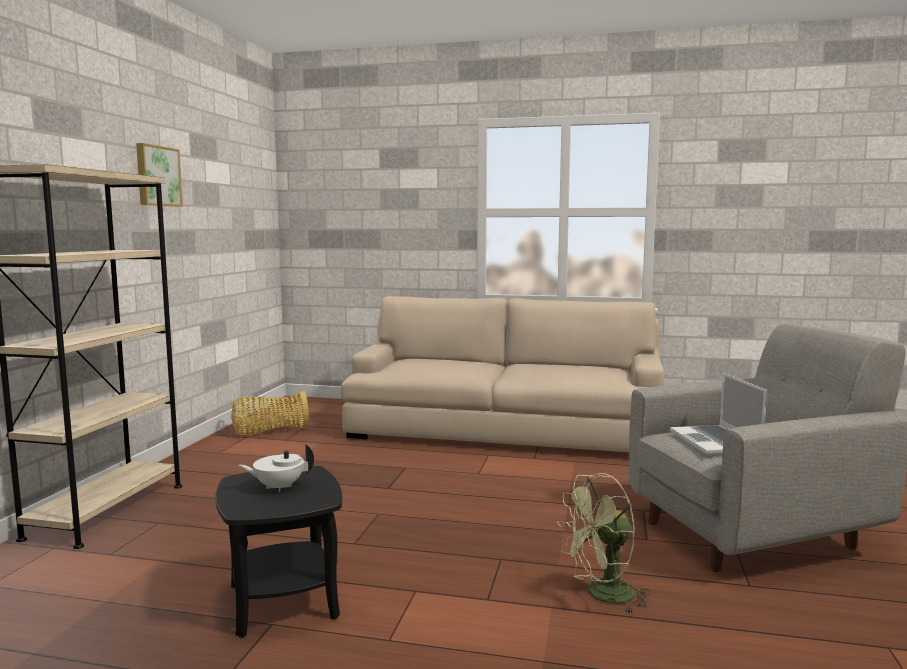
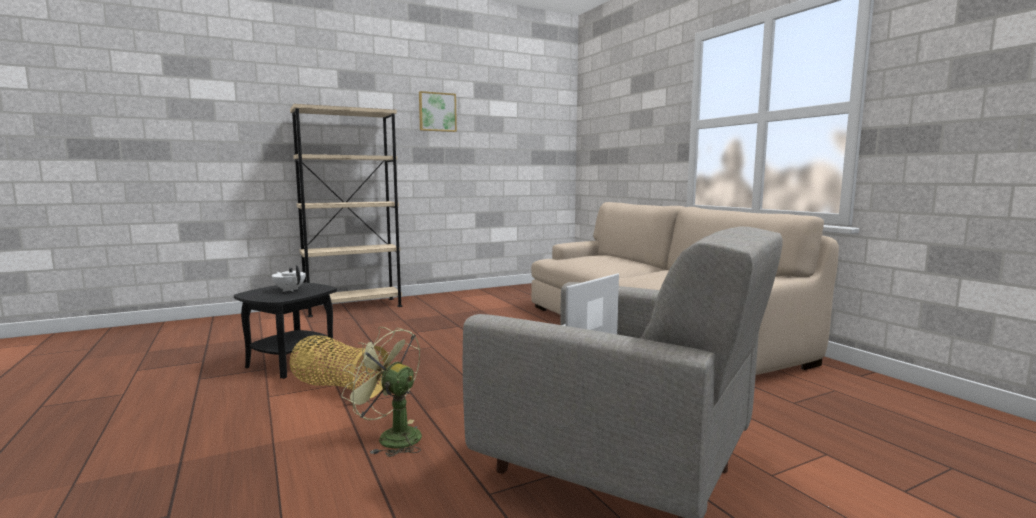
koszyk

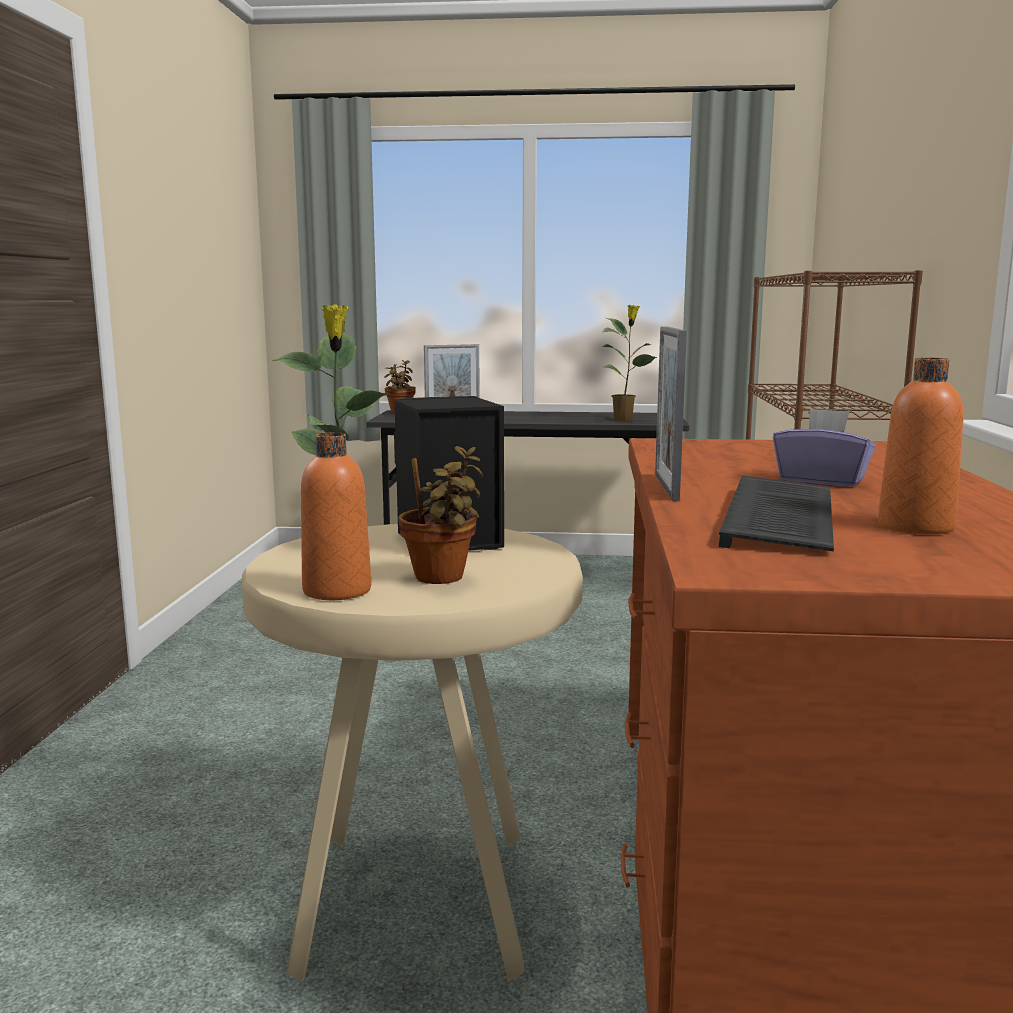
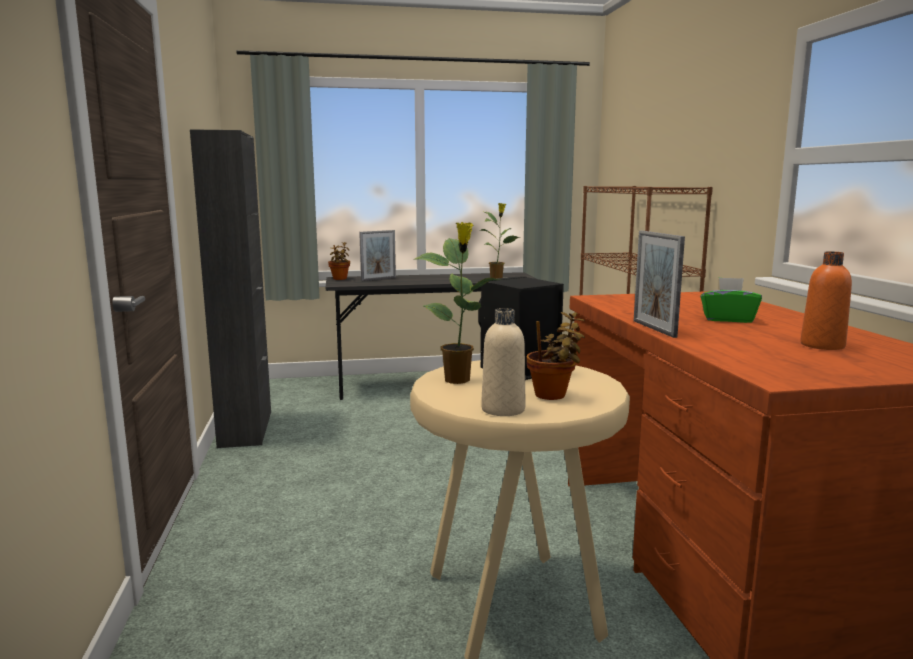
klawiatura
szafka/czarny
butelka/beżowy
pudełko chusteczek/zielony

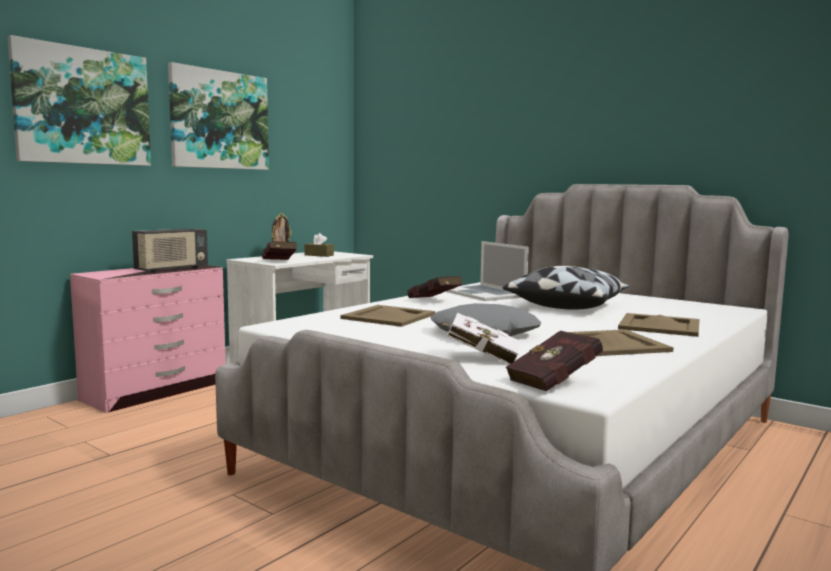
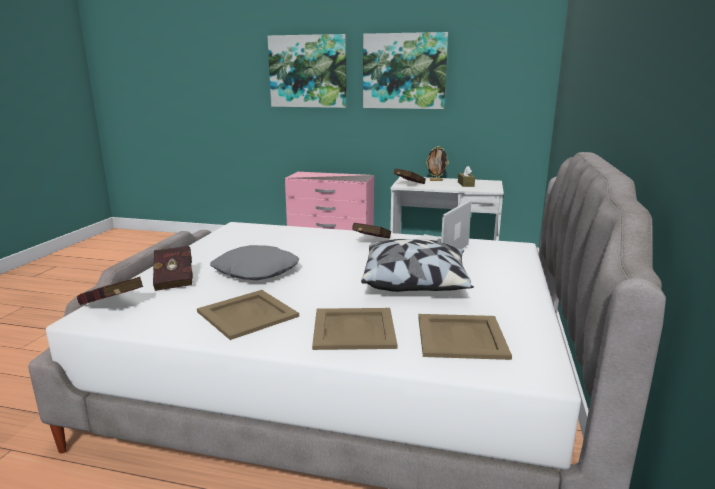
radio
taca/beżowy (3rd from left)
książka/czerwony (2nd from left)

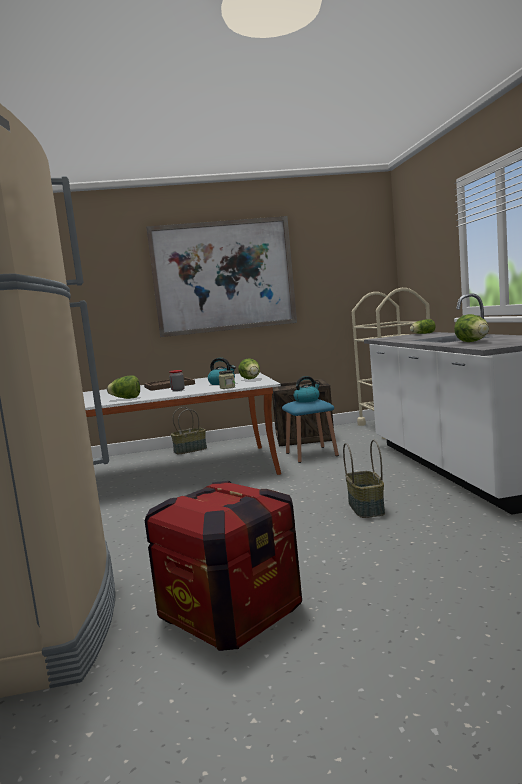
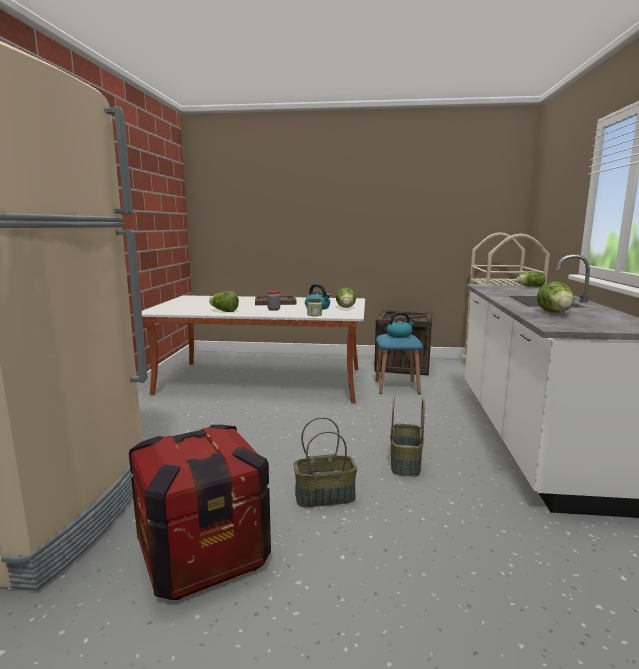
obraz
koszyk (1st from left)

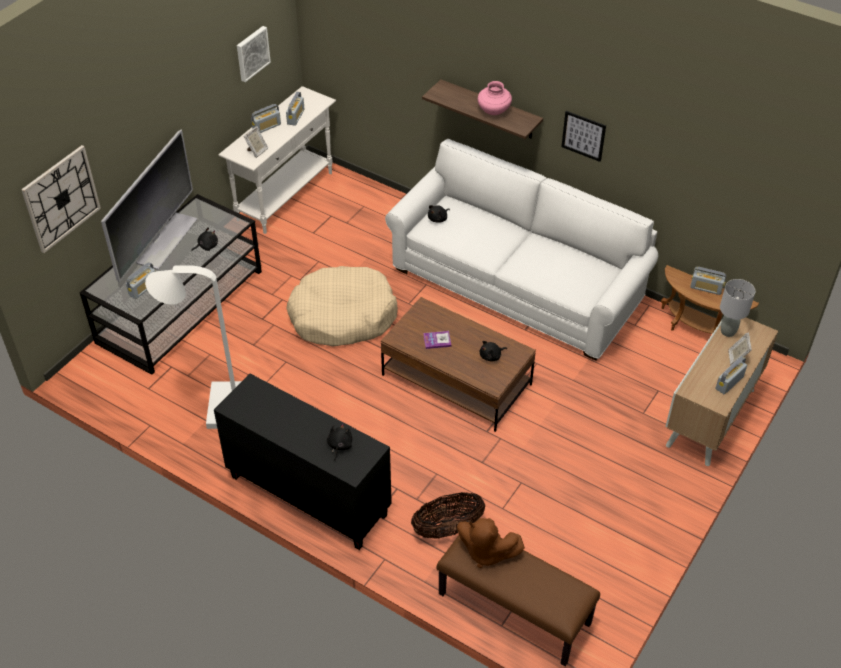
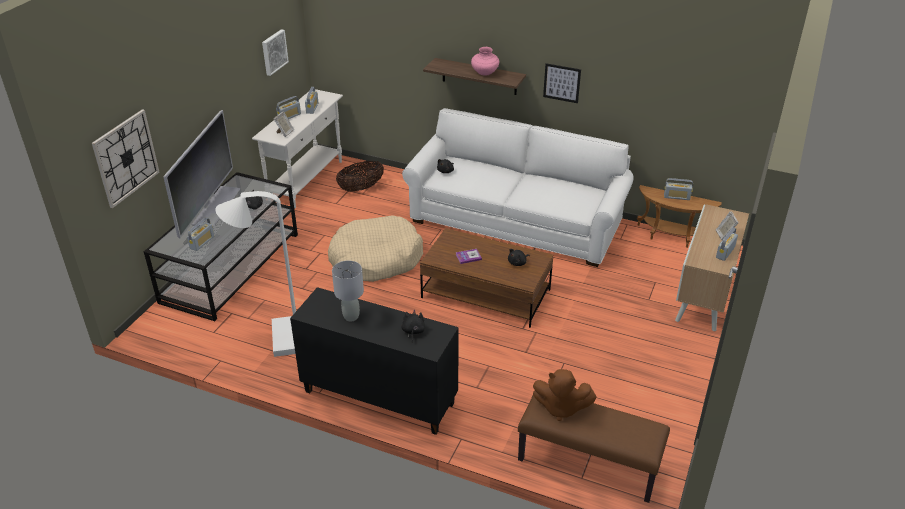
koszyk
lampa stołowa/szary

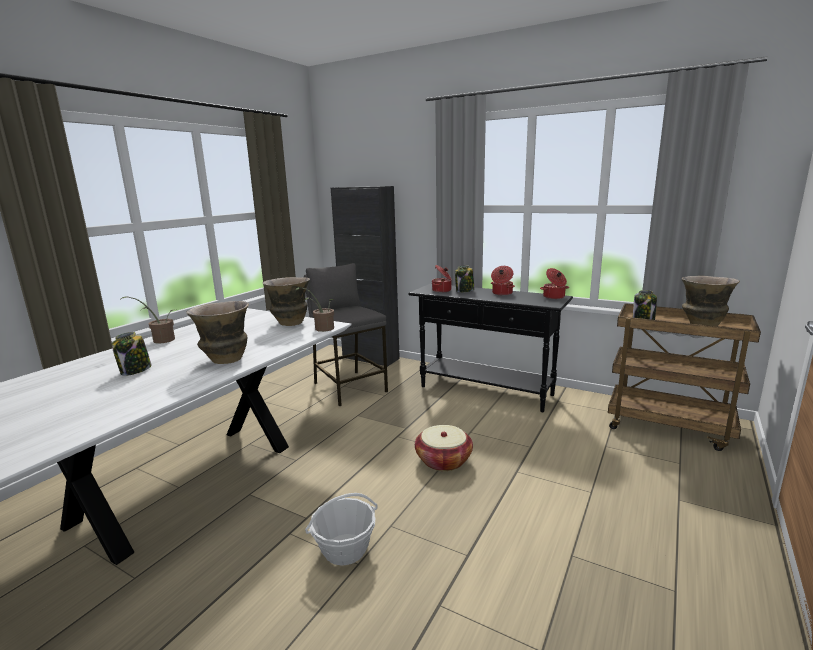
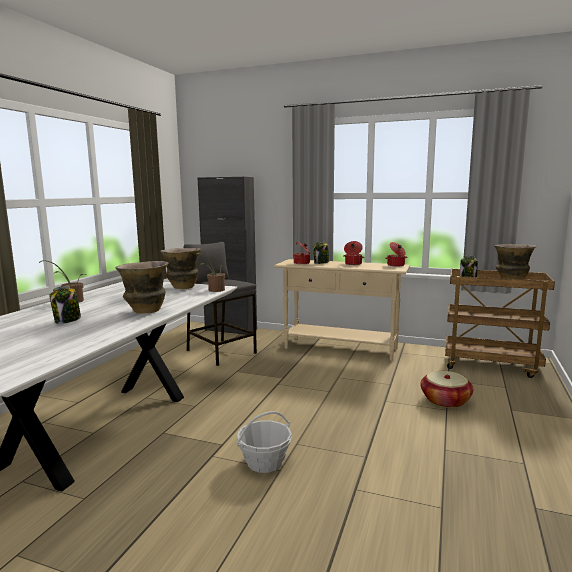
koszyk (2nd from left)
stolik konsolowy/beżowy

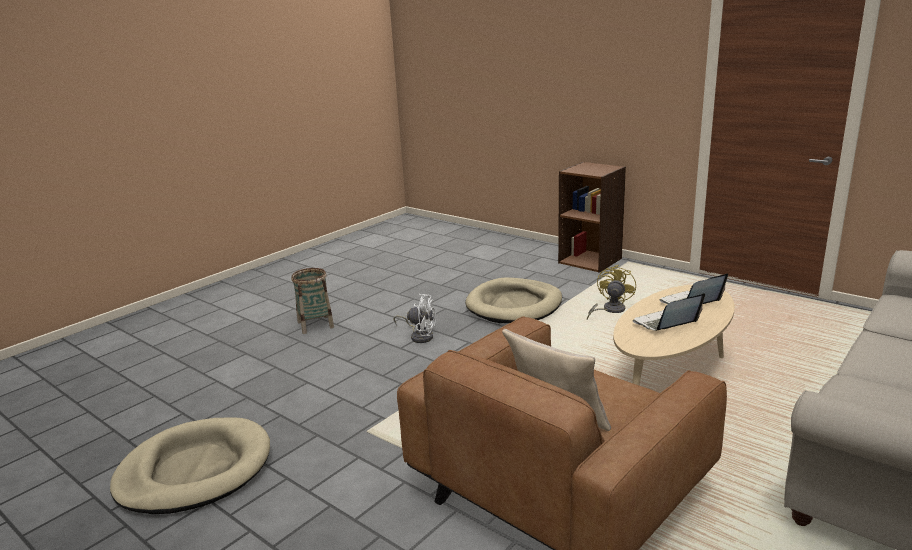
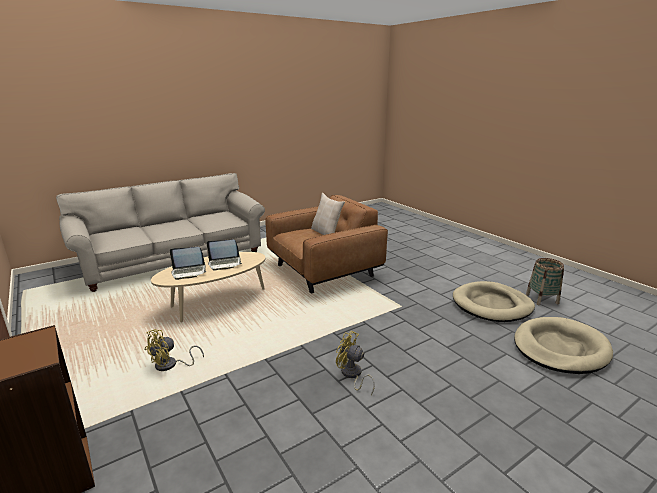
koszyk
legowisko/beżowy (2nd from left)
wentylator/żółty (2nd from left)

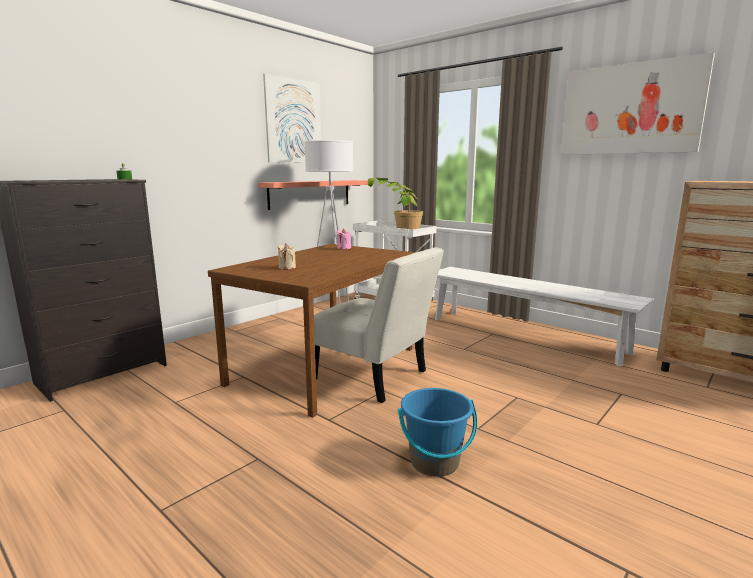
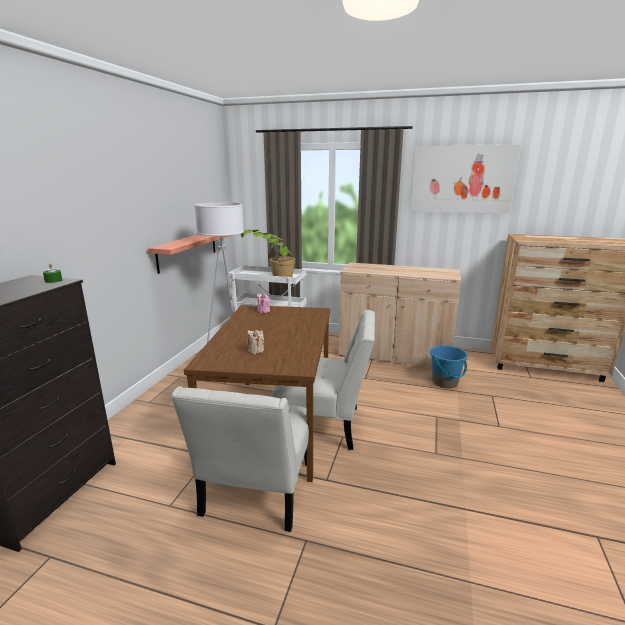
obraz (1st from left in the first image)
krzesło/biały (1st from left)
wiadro/niebieski
szafka/beżowy

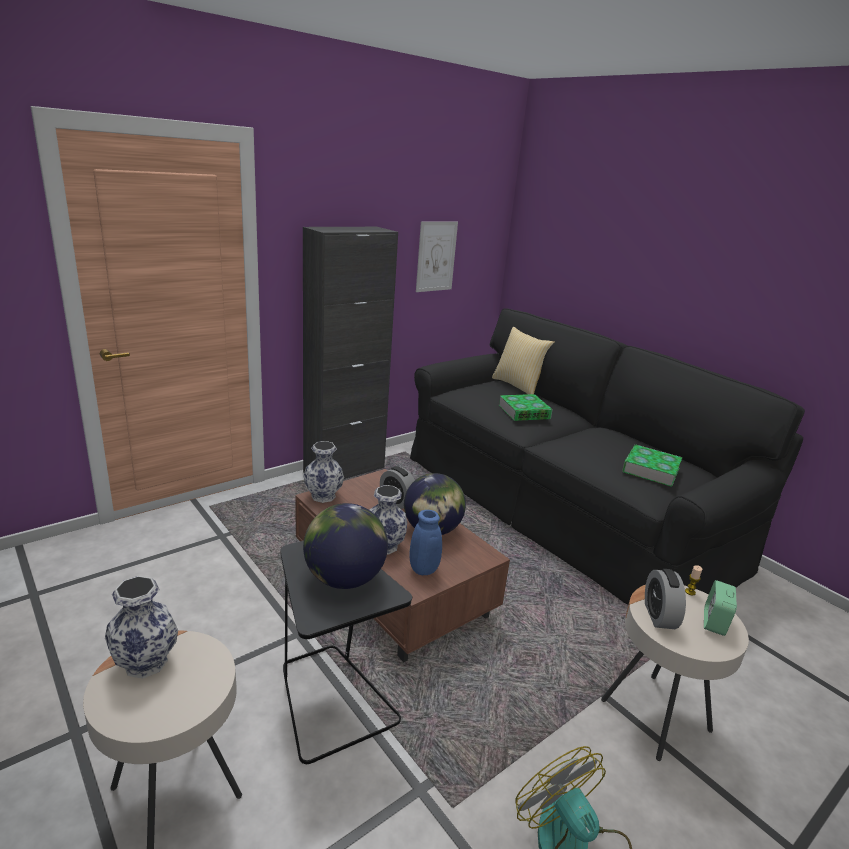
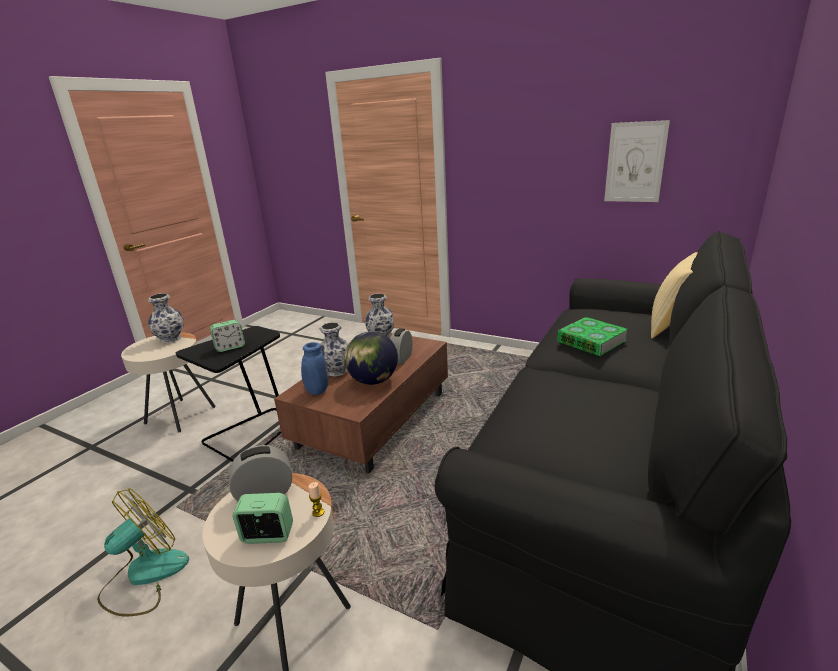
szafka/czarny
książka (2nd from left in the first image)
budzik (1st from left)

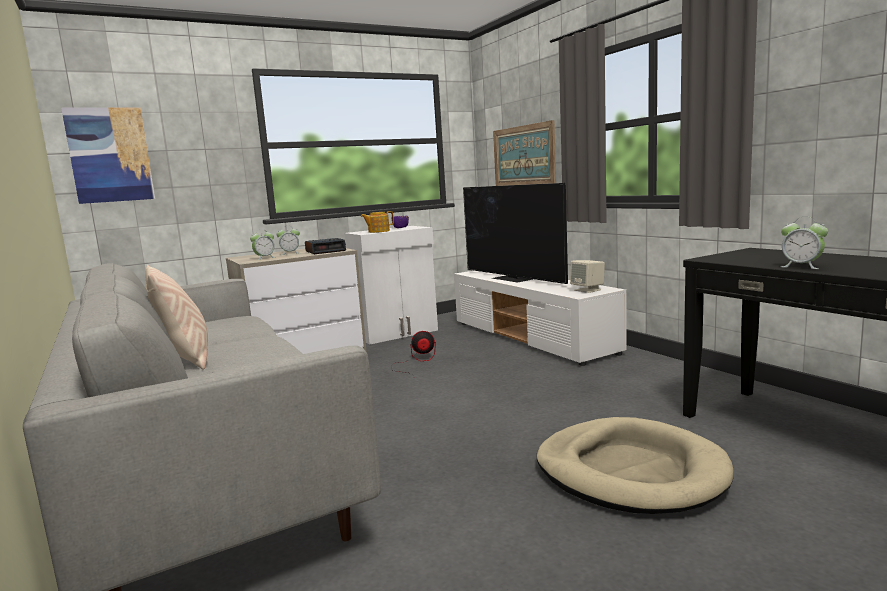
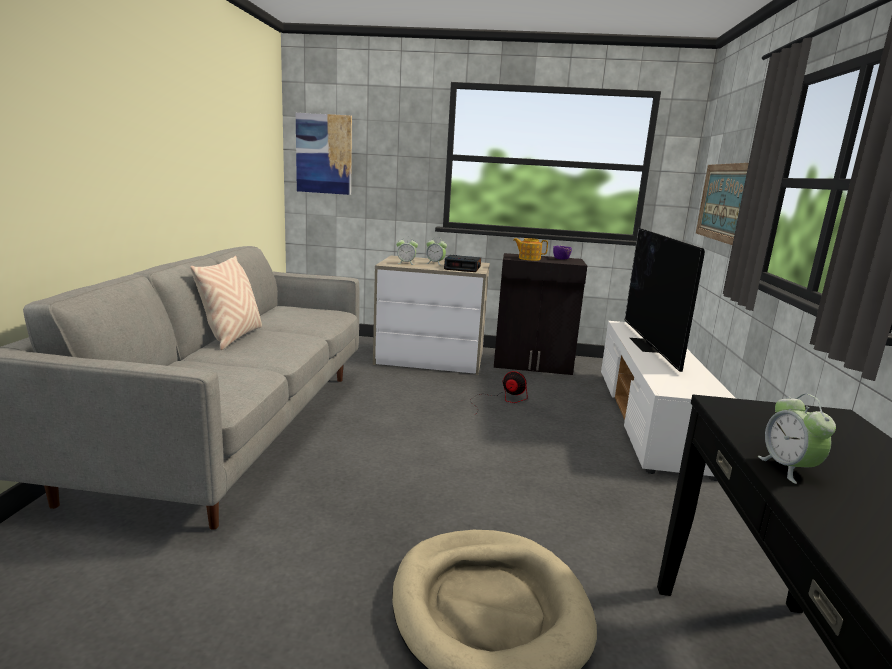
głośnik/beżowy
szafka/czarny

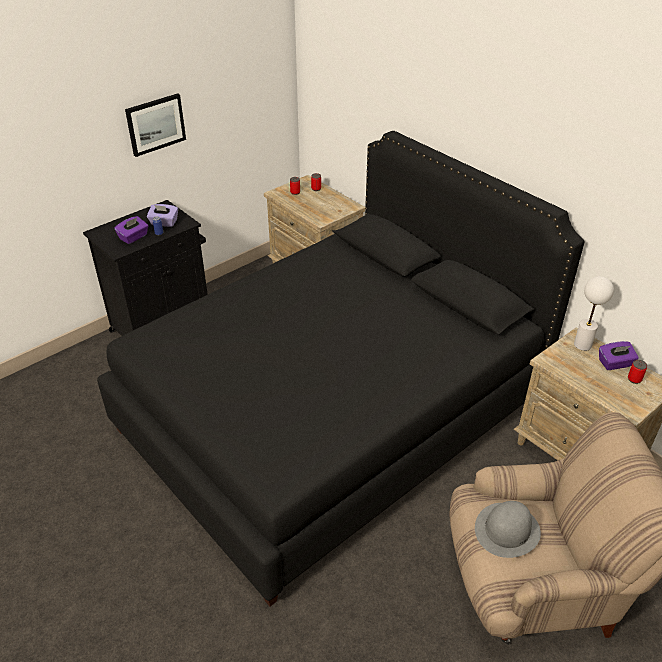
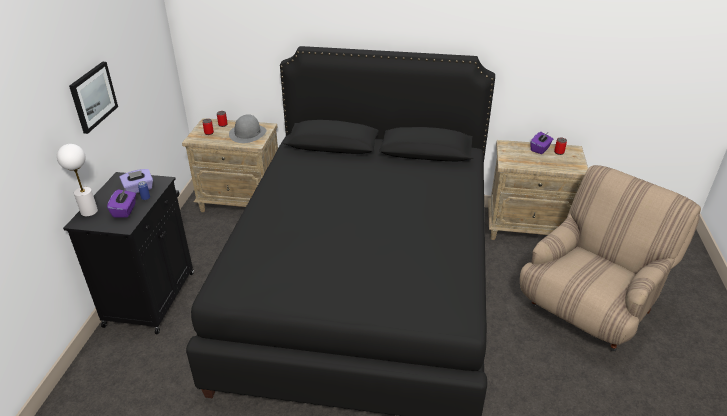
kapelusz/szary
lampa stołowa/biały

